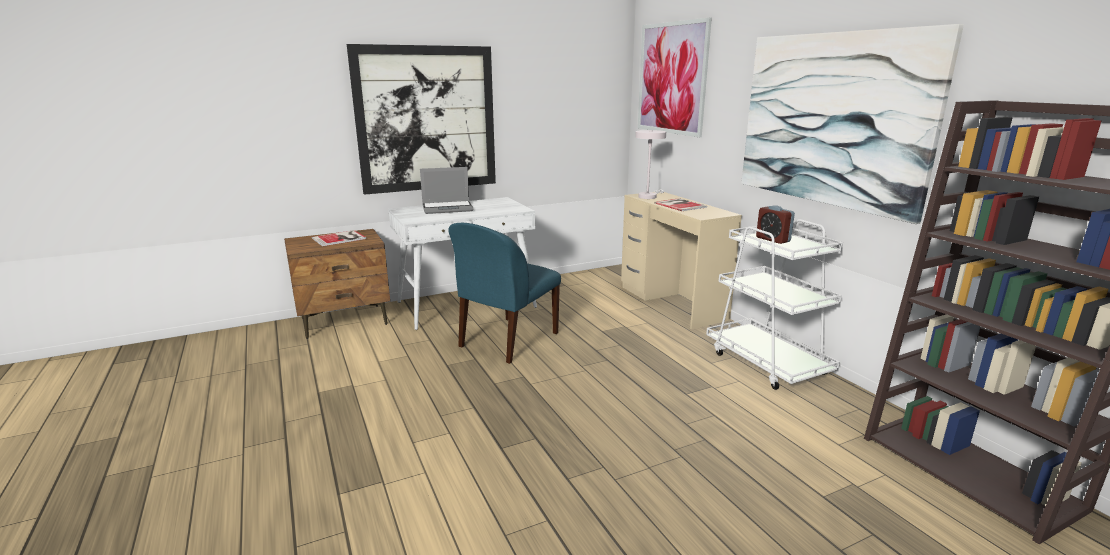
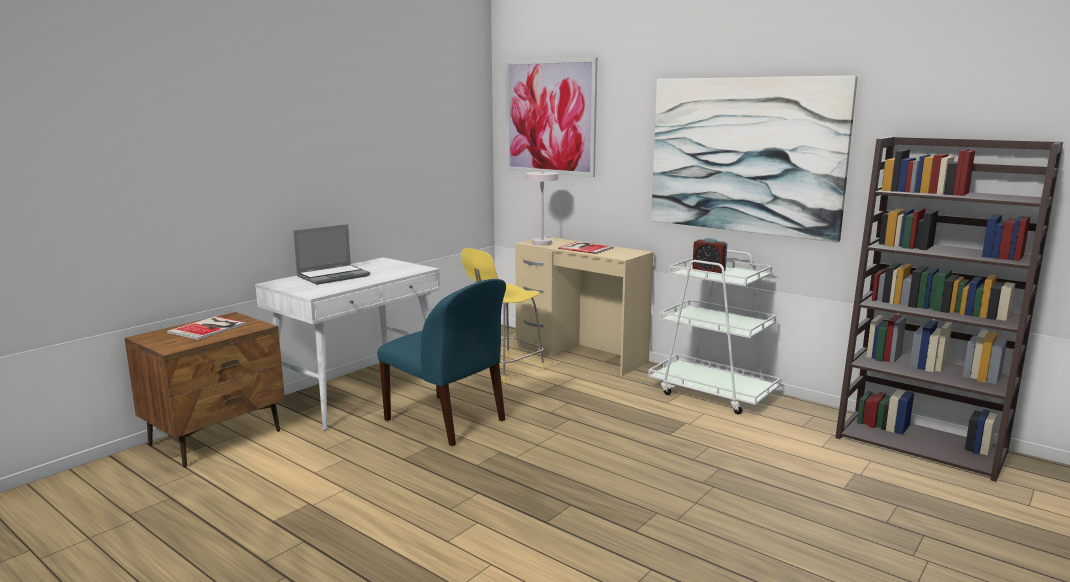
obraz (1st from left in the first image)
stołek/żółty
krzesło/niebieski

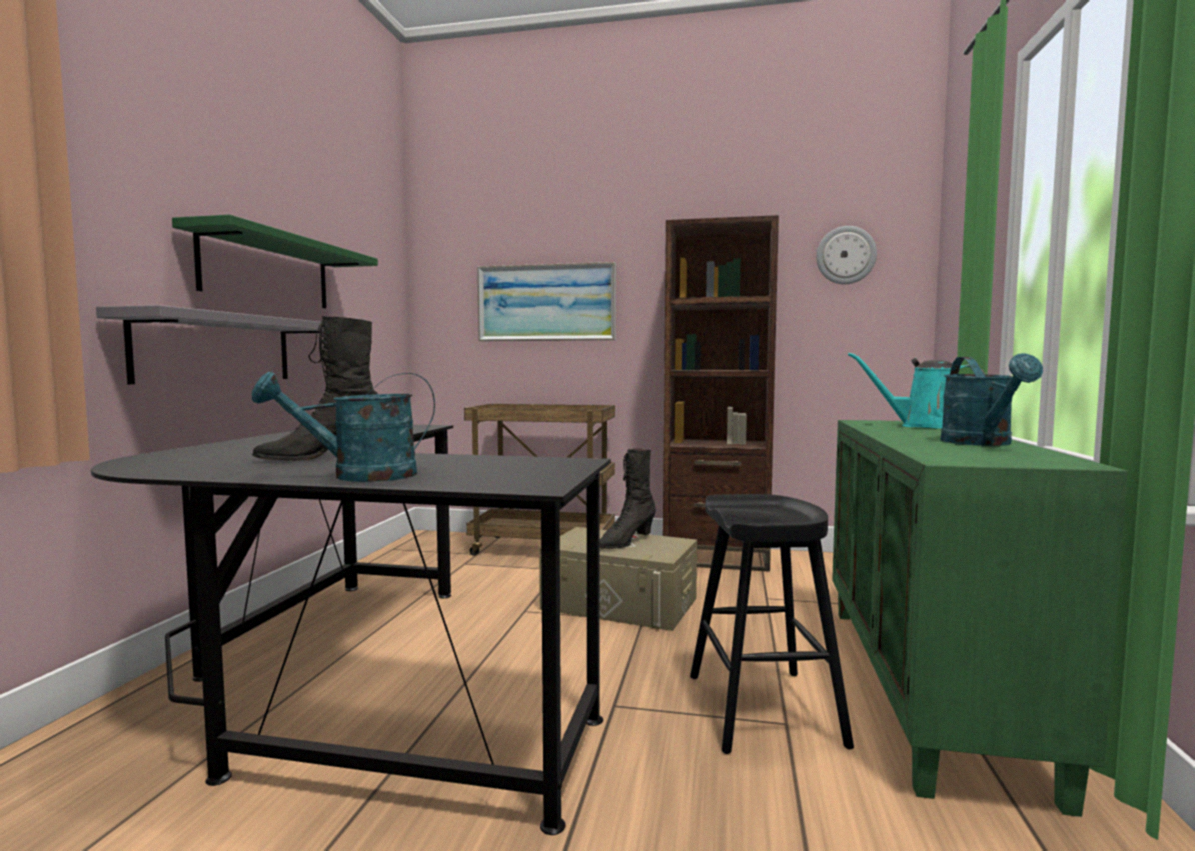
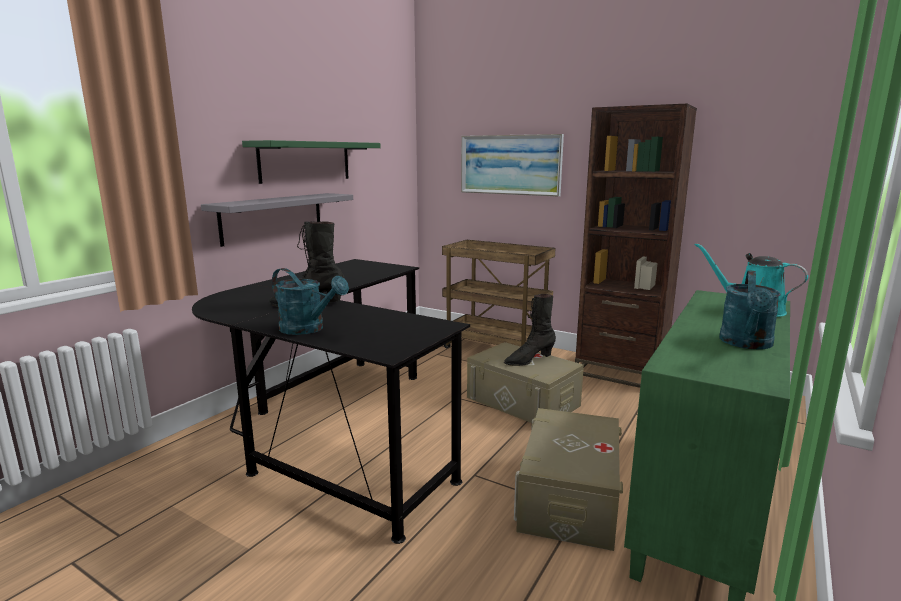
zegar ścienny
pojemnik do przechowywania/beżowy (2nd from left)
konewka/turkusowy (1st from left)

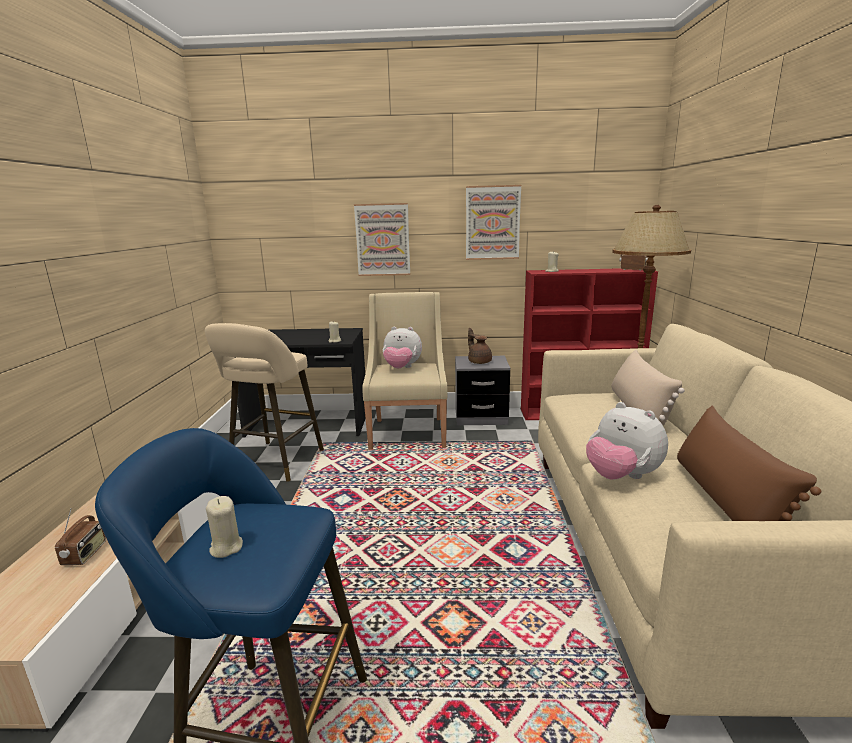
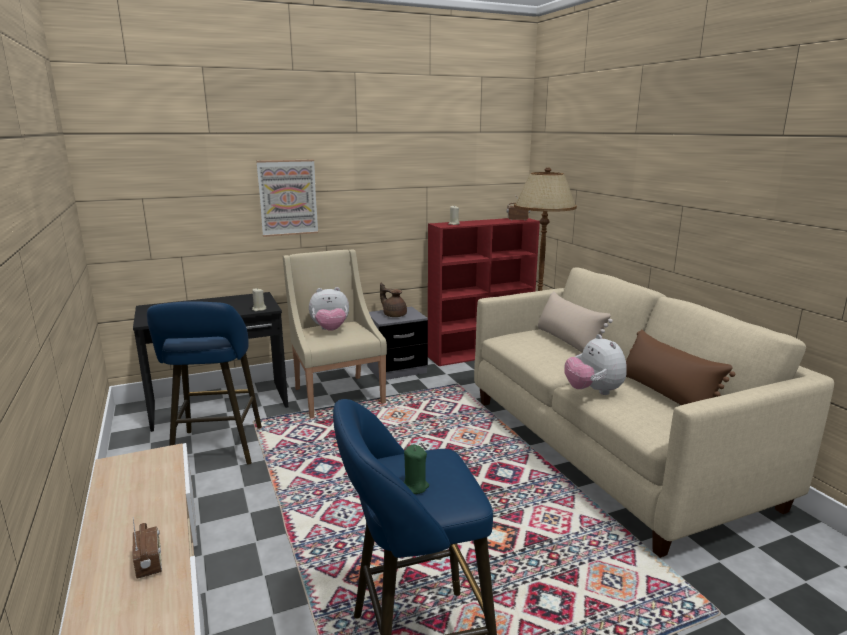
obraz (2nd from left in the first image)
stołek/niebieski (1st from left)
świeca/zielony
pluszak (2nd from left)

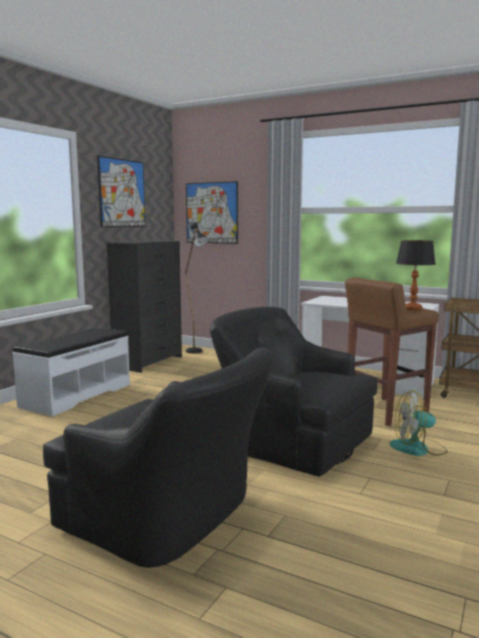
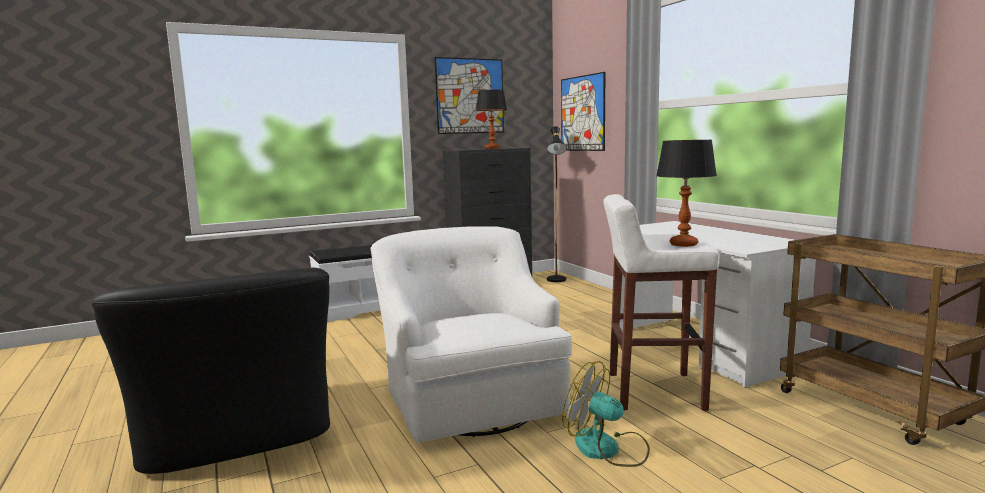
lampa stołowa (1st from left)
fotel/biały
stołek/biały

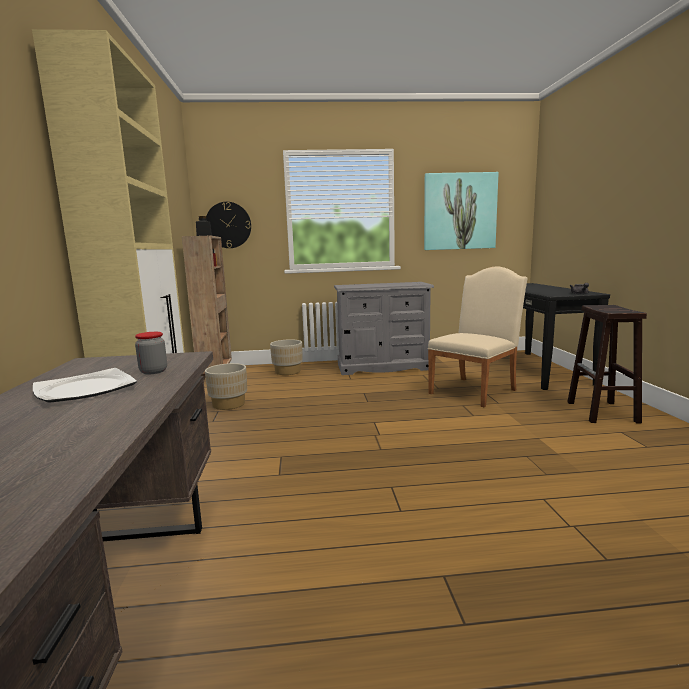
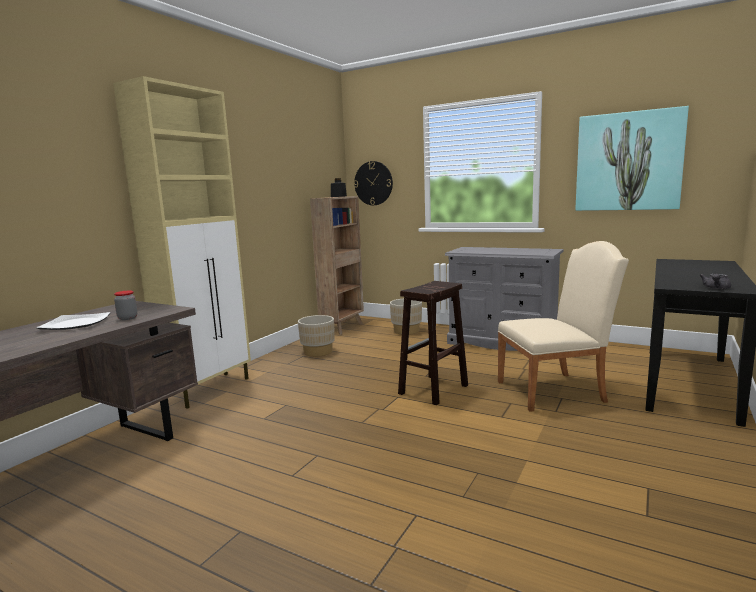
stołek/brązowy

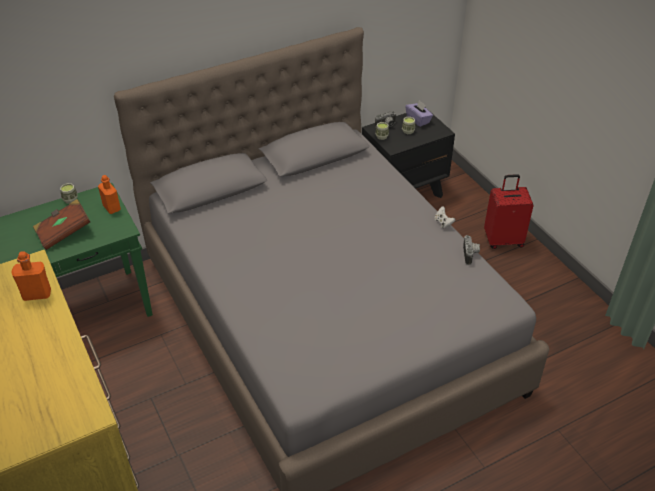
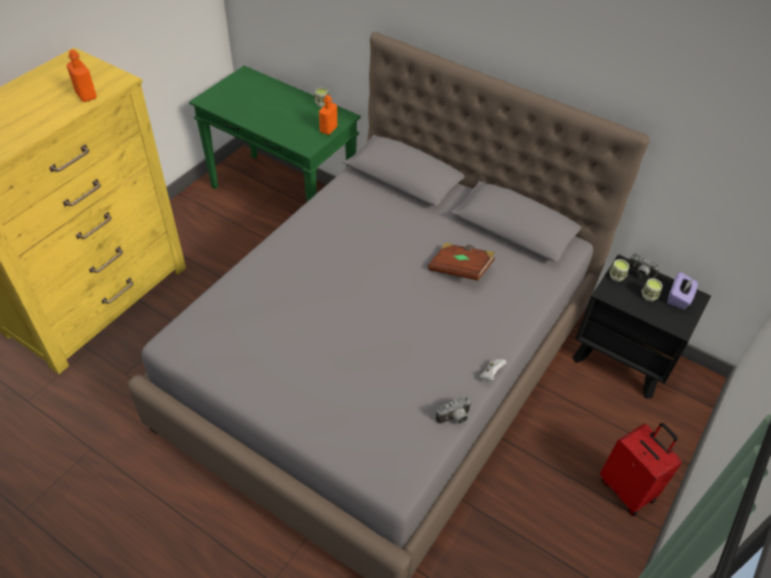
książka/brązowy

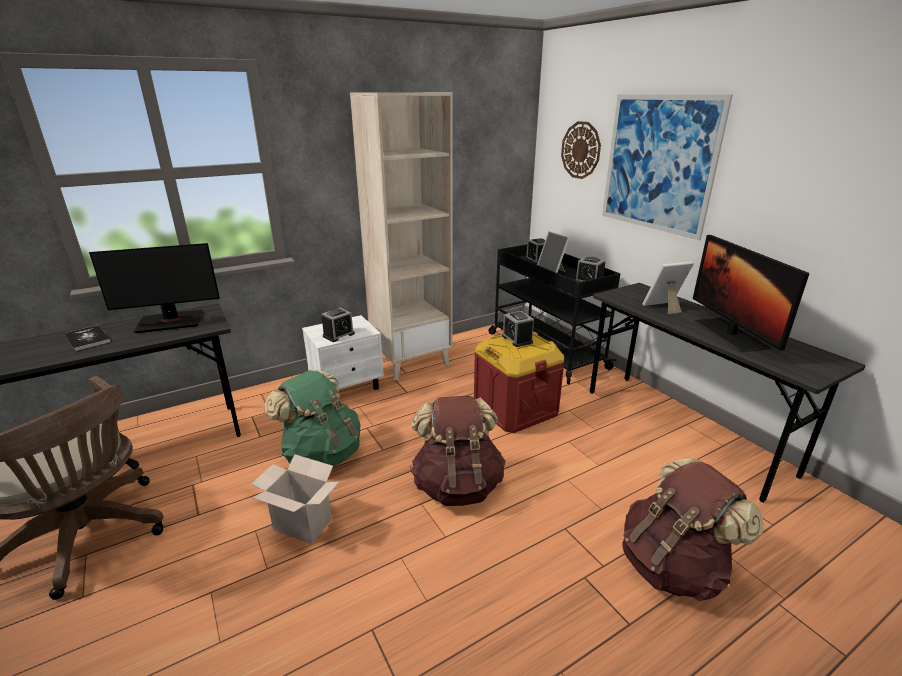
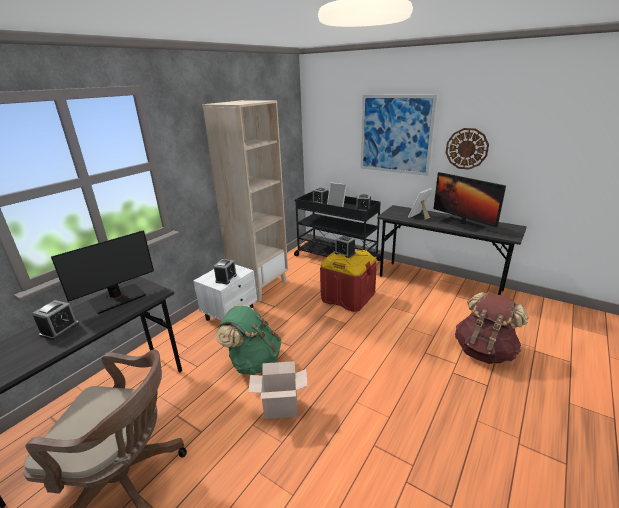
plecak/brązowy (1st from left in the first image)
zegar ścienny
budzik (1st from left)

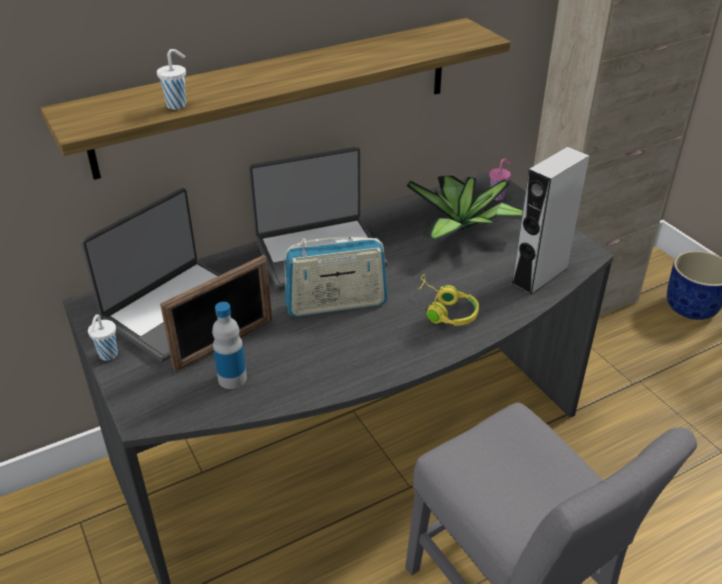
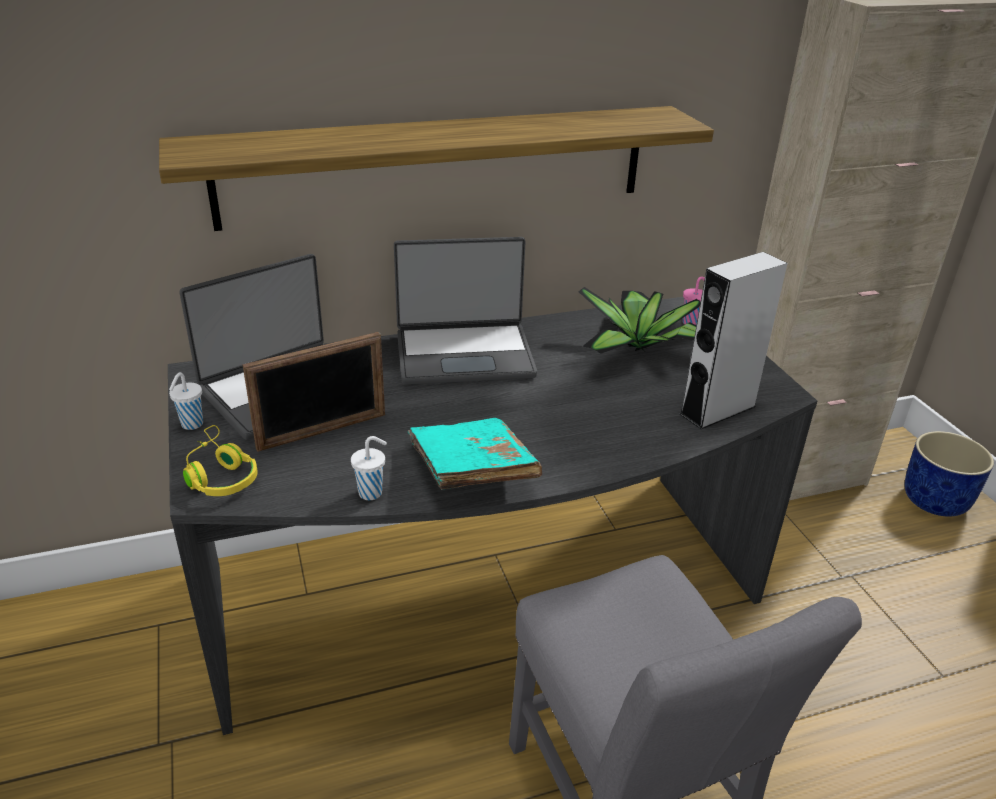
butelka
radio
książka/turkusowy
filiżanka/biały (2nd from left)
słuchawki/żółty

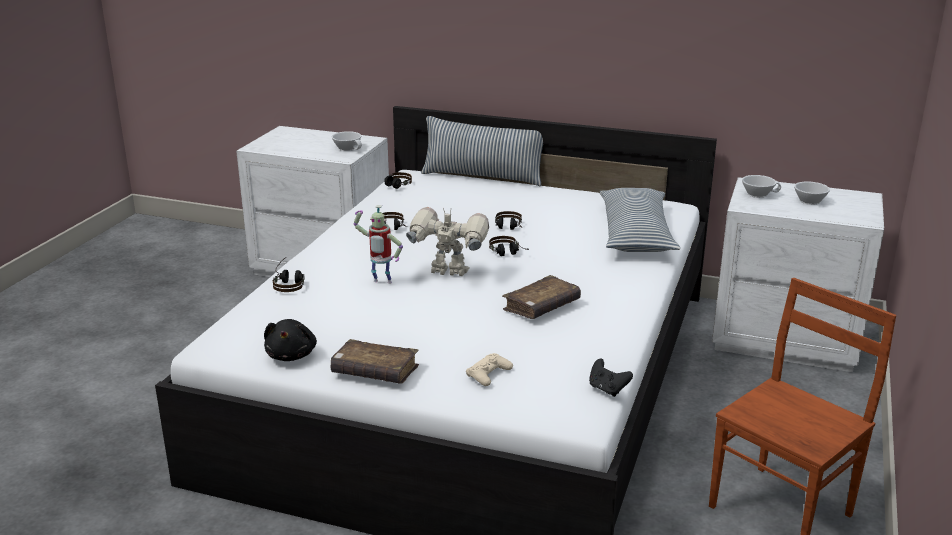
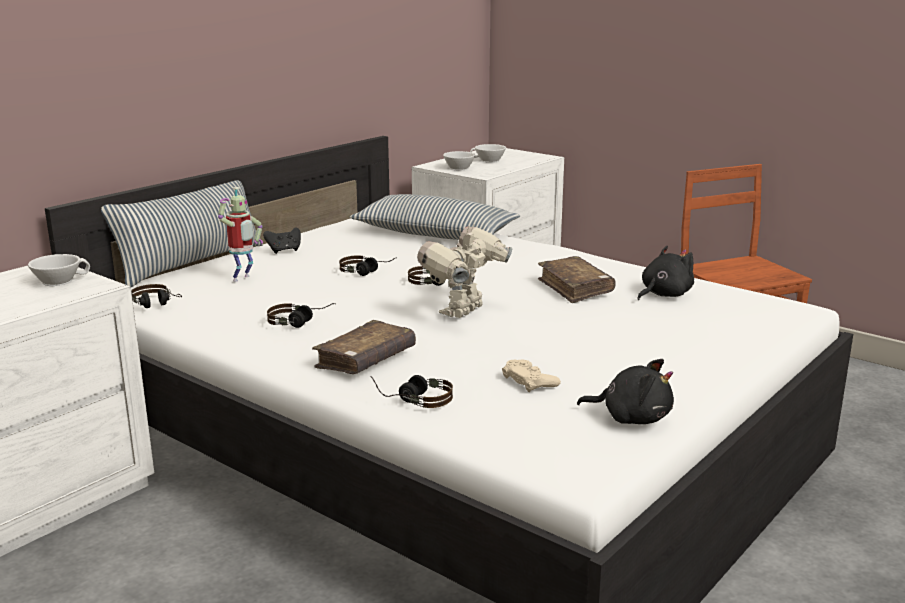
pluszak/czarny (2nd from left)
książka/brązowy (1st from left)
robot zabawkowy (1st from left)
pad do gier/beżowy
pad do gier/czarny

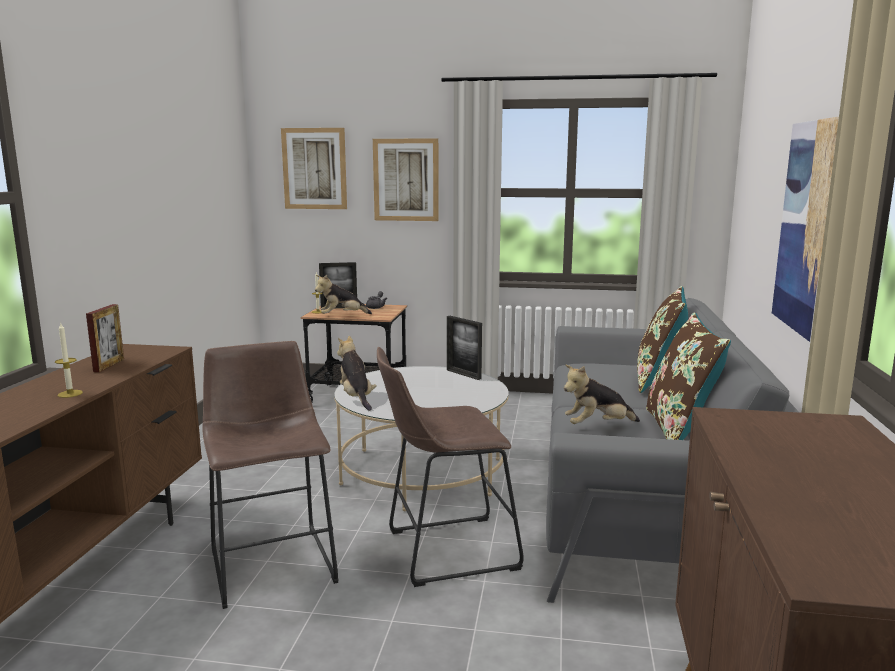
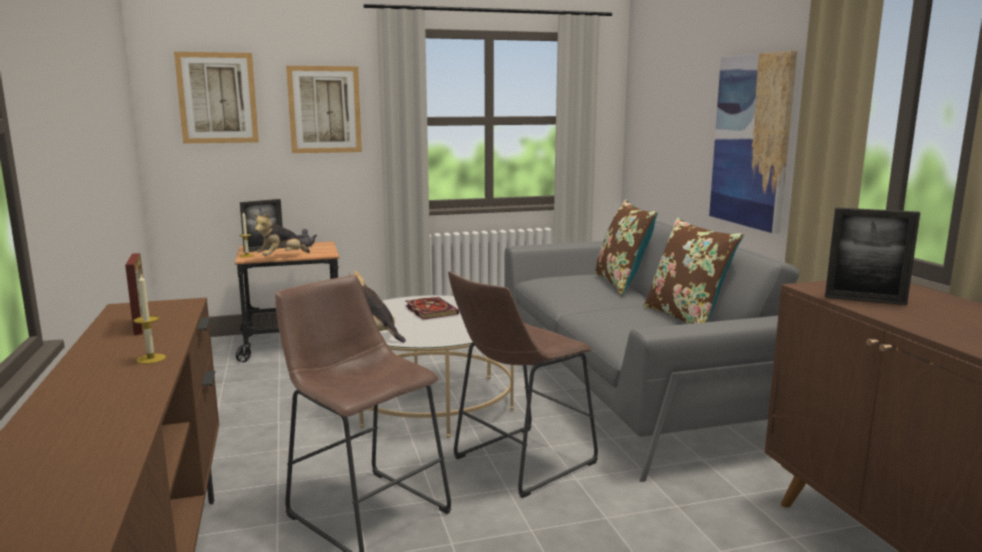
pluszak (3rd from left in the first image)
książka
ramka na zdjęcie (3rd from left)

